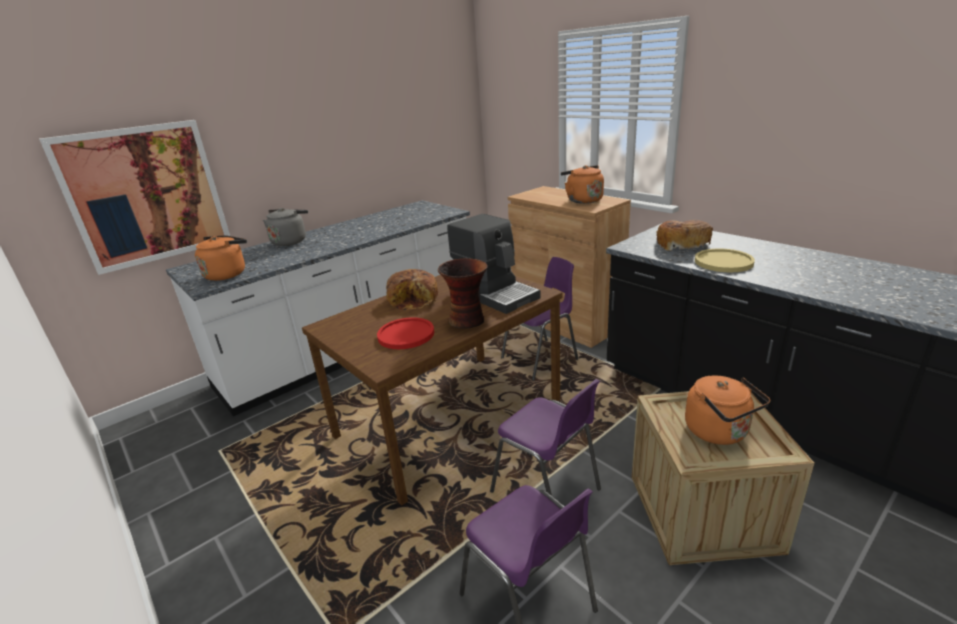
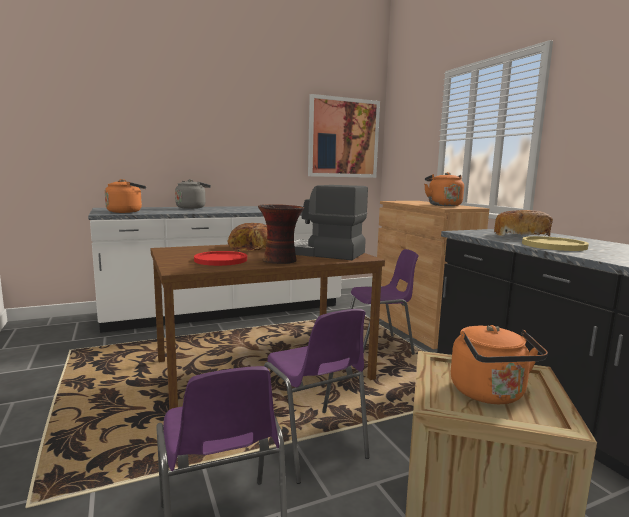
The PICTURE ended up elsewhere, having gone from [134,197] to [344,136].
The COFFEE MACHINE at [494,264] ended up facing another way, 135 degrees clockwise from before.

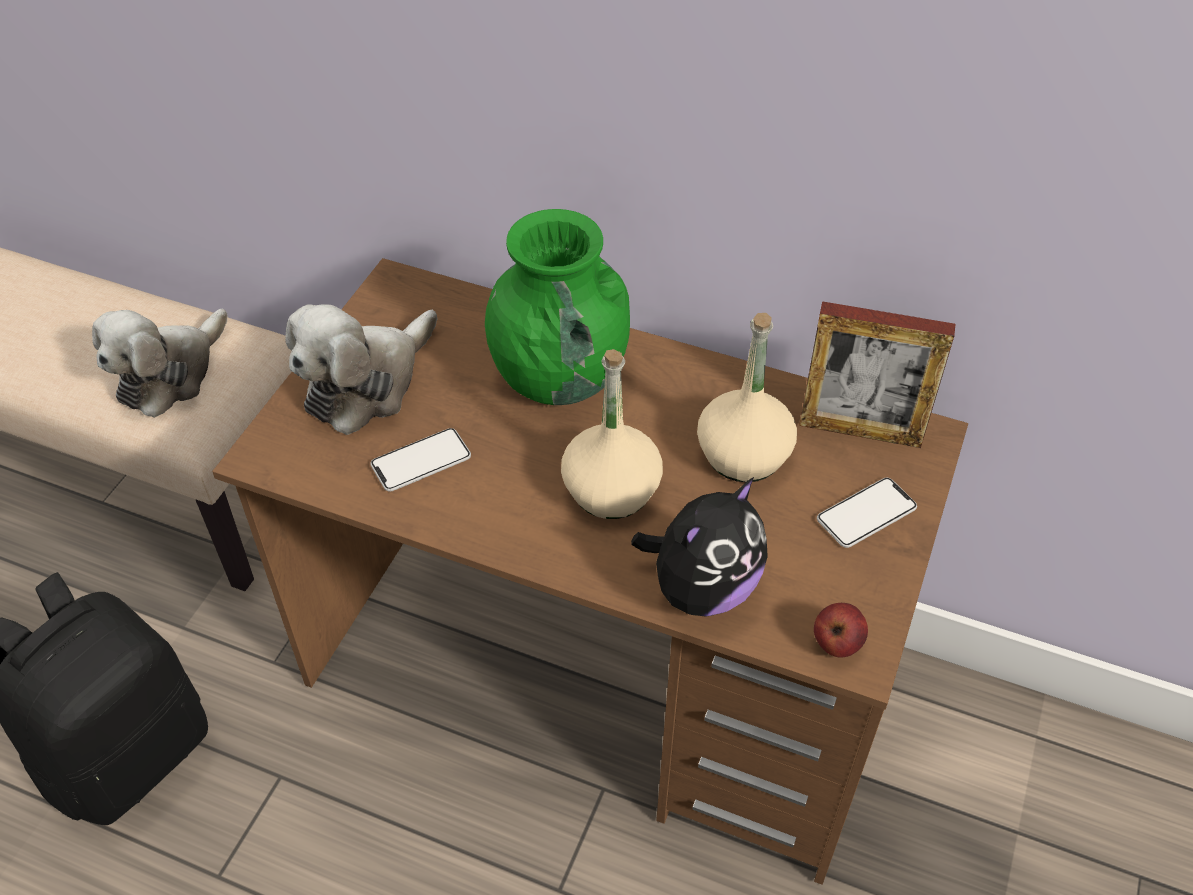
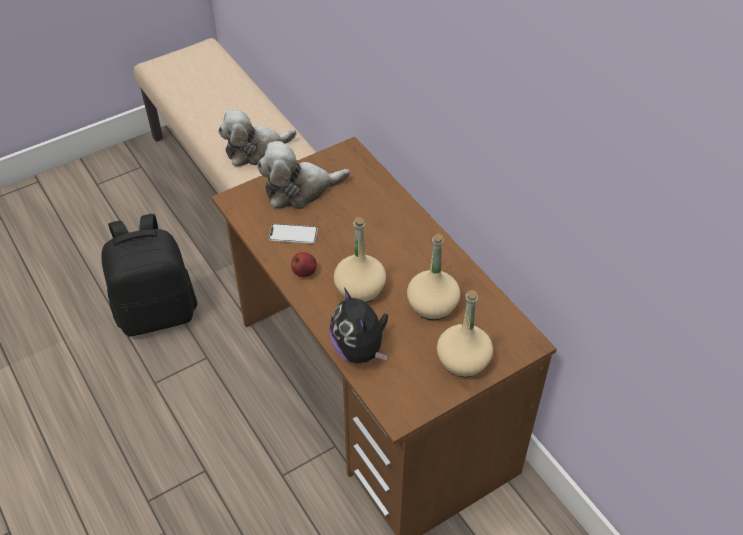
The second view lost the GREEN VASE at [557,307].
The PLUSH TOY at [699,547] ended up facing another way, 75 degrees clockwise from before.
The second view lost the PICTURE FRAME at [877,374].
The APPLE ended up elsewhere, having gone from [841,630] to [304,264].
Where the PHONE stood at [867,513], the BEIGE BOTTLE came to stand at [465,333].

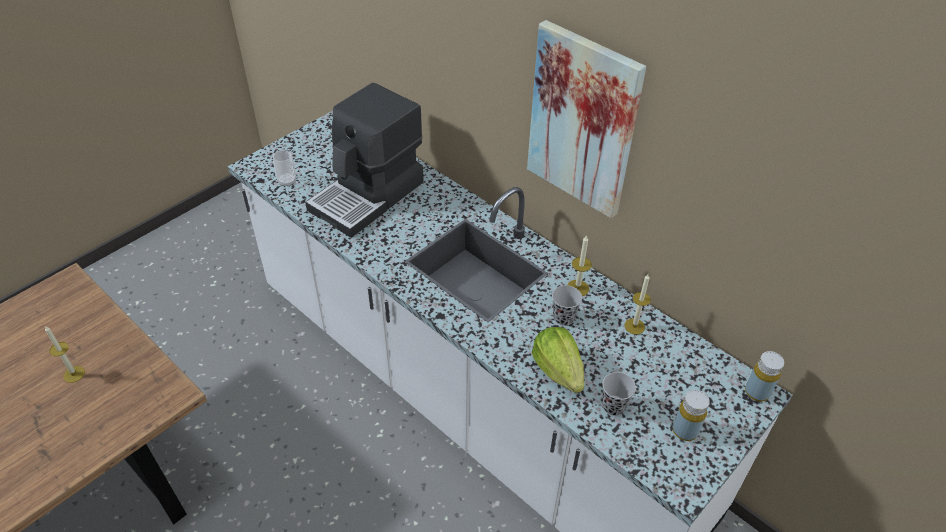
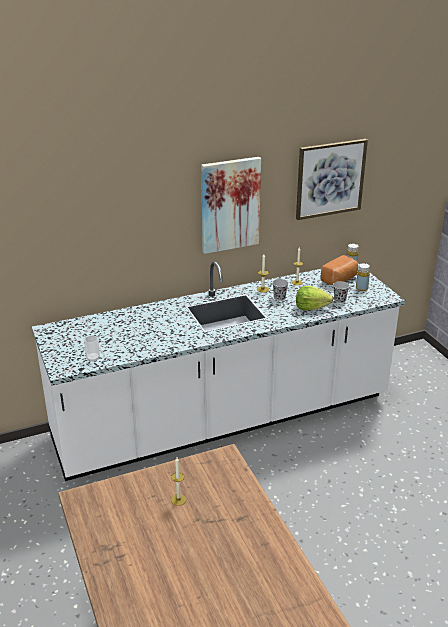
The second view lost the COFFEE MACHINE at [364,160].
The second view gained the PICTURE at [332,179].
The second view gained the BREAD at [339,270].

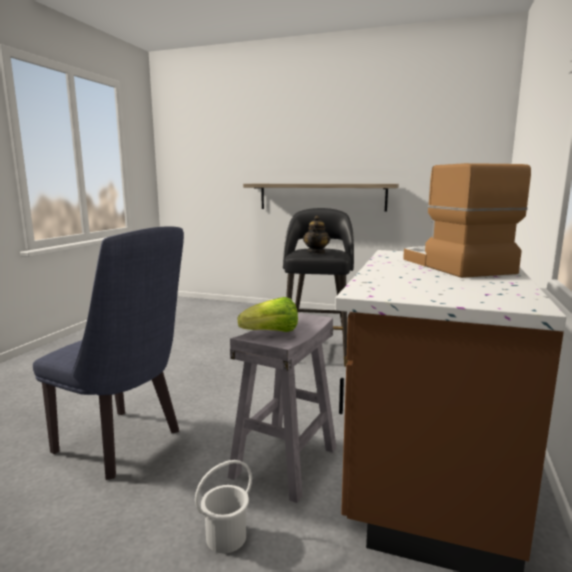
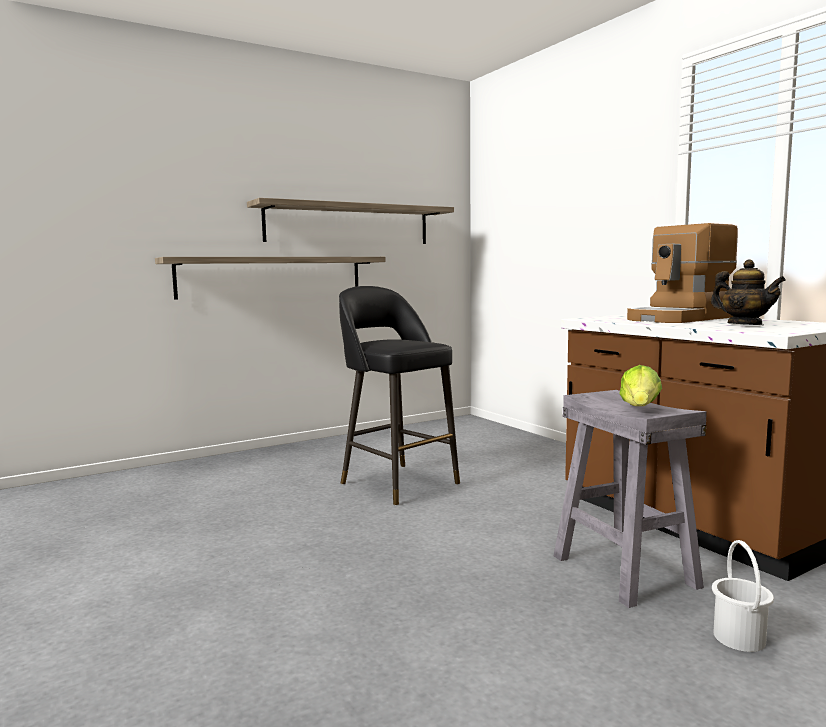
The second view lost the BLUE CHAIR at [108,353].
The TEAPOT ended up elsewhere, having gone from [316,235] to [748,292].
The COFFEE MACHINE at [467,220] ended up facing another way, 60 degrees counterclockwise from before.
The second view gained the SHELF at [350,221].

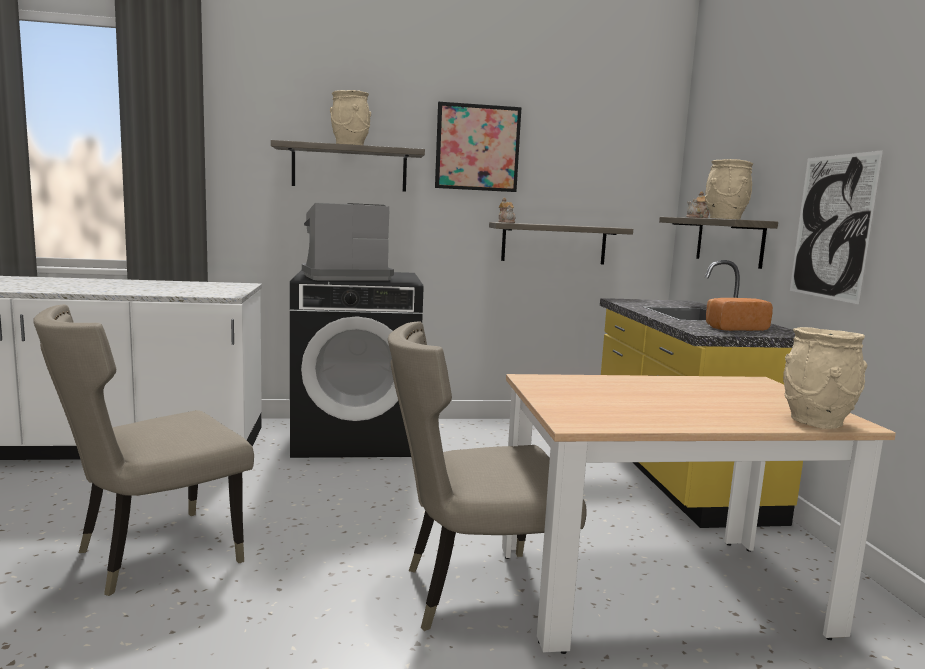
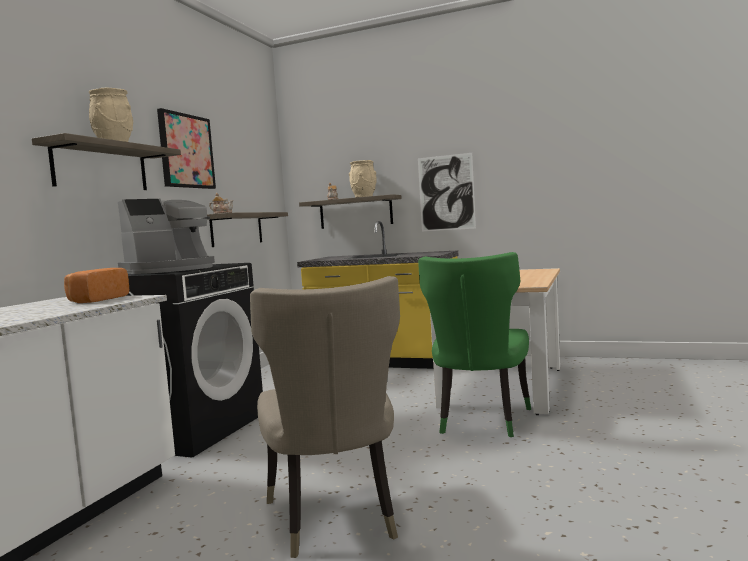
The COFFEE MACHINE at [348,242] ended up facing another way, 135 degrees counterclockwise from before.
What was the BEIGE CHAIR at [487,476] turned into the GREEN CHAIR at [474,344].
The BREAD ended up elsewhere, having gone from [739,314] to [96,285].
The second view lost the BEIGE VASE at [825,378].

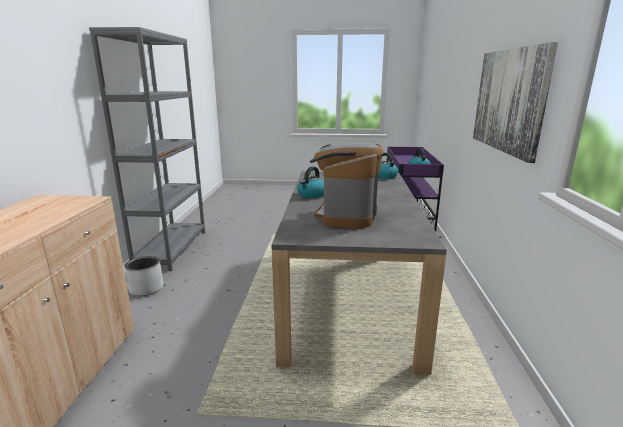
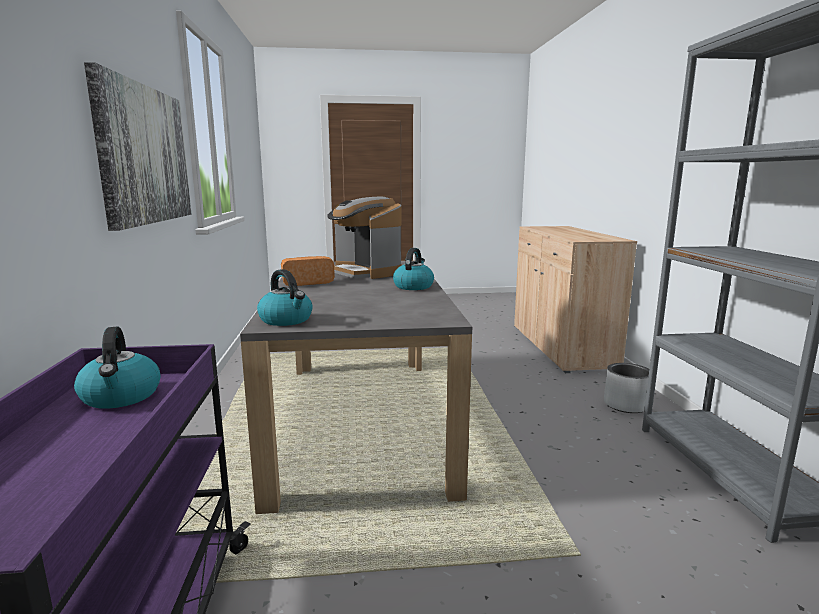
The COFFEE MACHINE at [347,186] ended up facing another way, 135 degrees clockwise from before.
The second view gained the BREAD at [308,271].

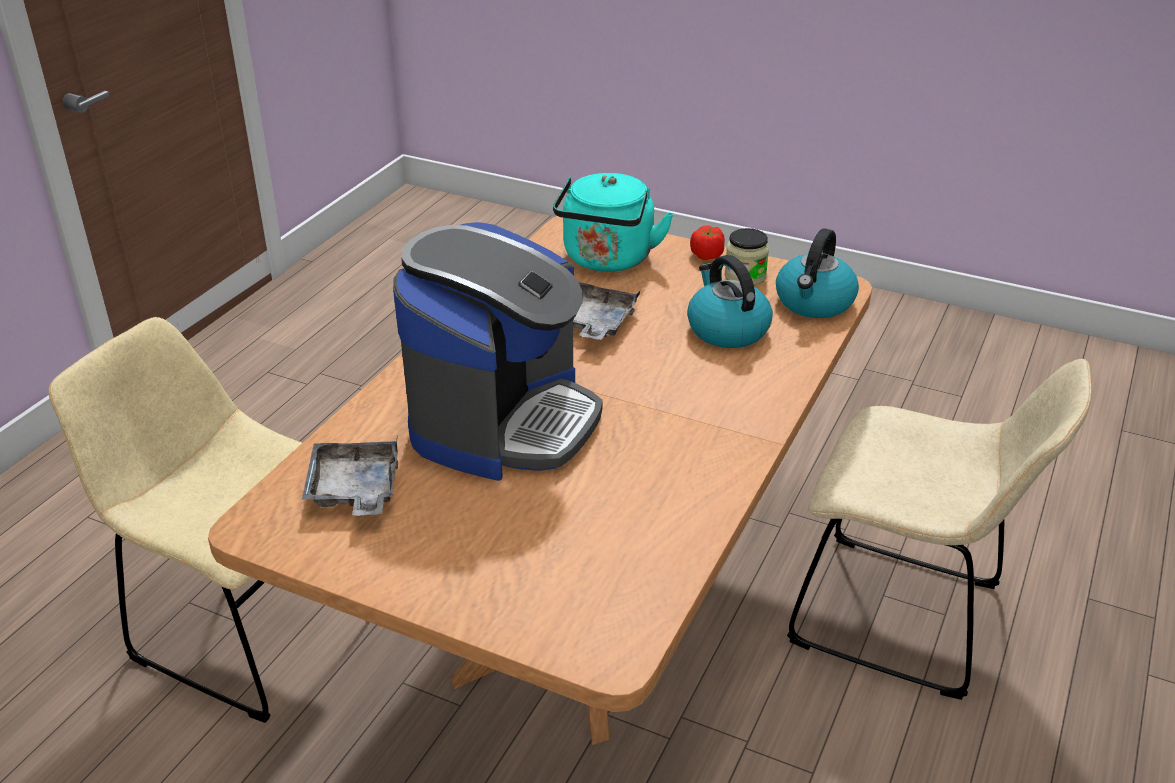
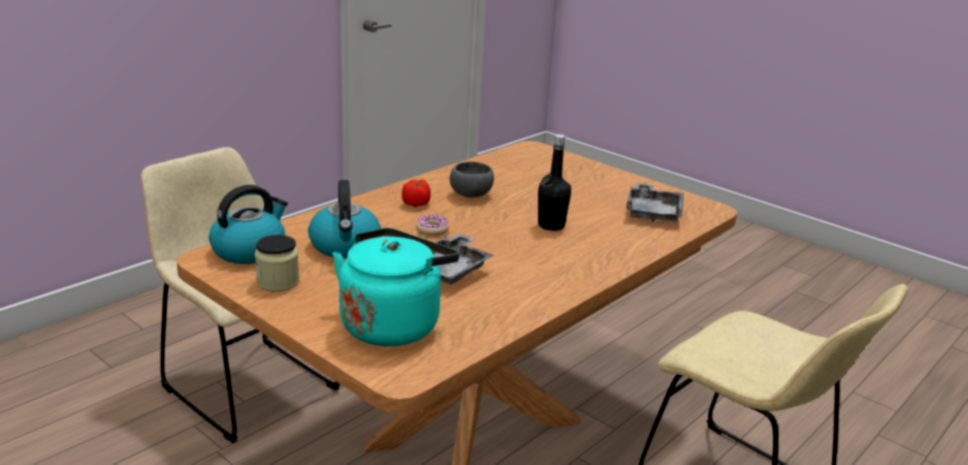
Where the COFFEE MACHINE stood at [498,351], the BLACK BOTTLE came to stand at [554,182].
The TOMATO ended up elsewhere, having gone from [707,242] to [416,193].
The second view gained the DONUT at [432,225].
The second view gained the GREY BOWL at [472,179].

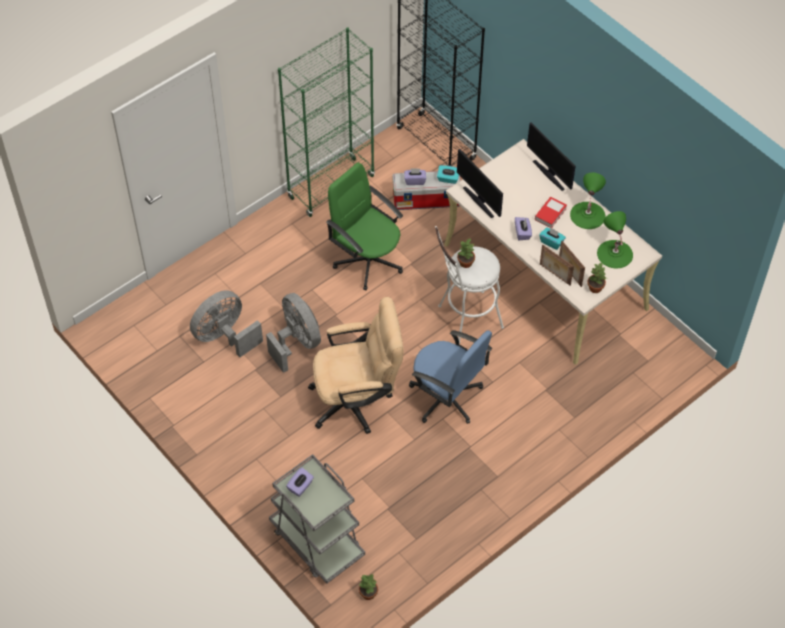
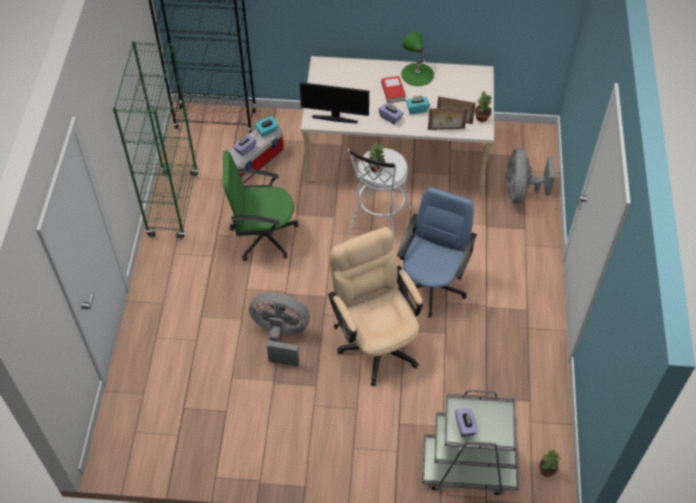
The GREY FAN ended up elsewhere, having gone from [226,323] to [530,176].
The BEIGE OFFICE CHAIR at [356,365] ended up facing another way, 60 degrees counterclockwise from before.
The BLUE OFFICE CHAIR at [450,377] ended up facing another way, 60 degrees counterclockwise from before.
The second view lost the MONITOR at [551,157].
The second view lost the GREEN TABLE LAMP at [615,239].

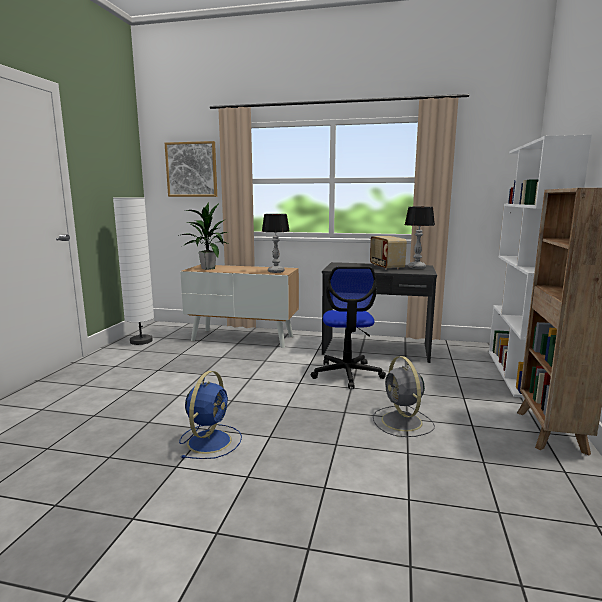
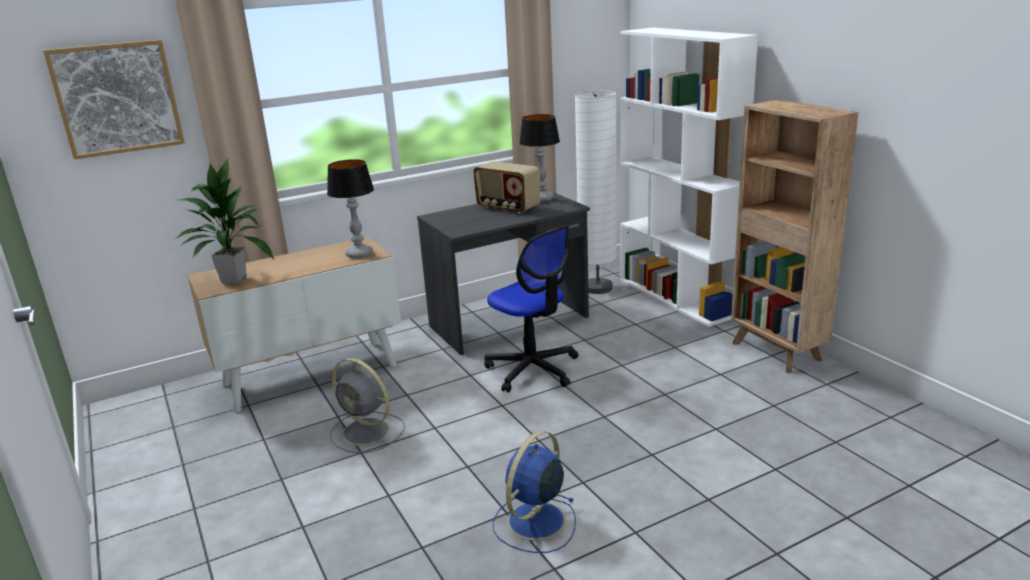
The WHITE FLOOR LAMP ended up elsewhere, having gone from [133,271] to [596,192].
The BLUE FAN at [210,415] ended up facing another way, 120 degrees counterclockwise from before.
The GREY FAN ended up elsewhere, having gone from [404,396] to [367,405].

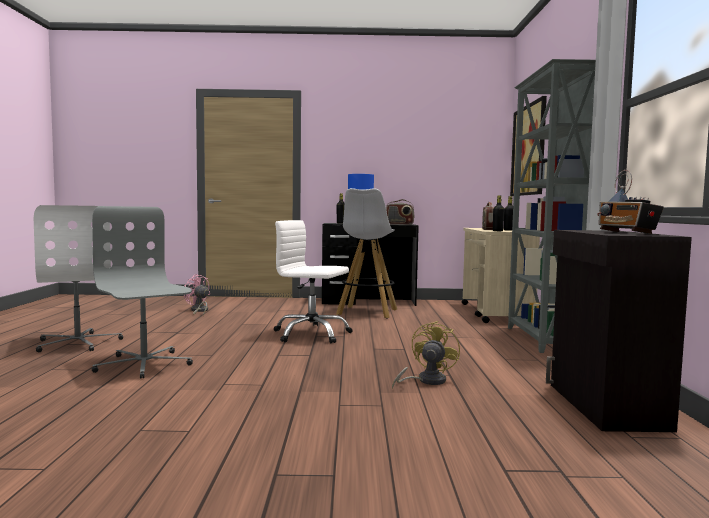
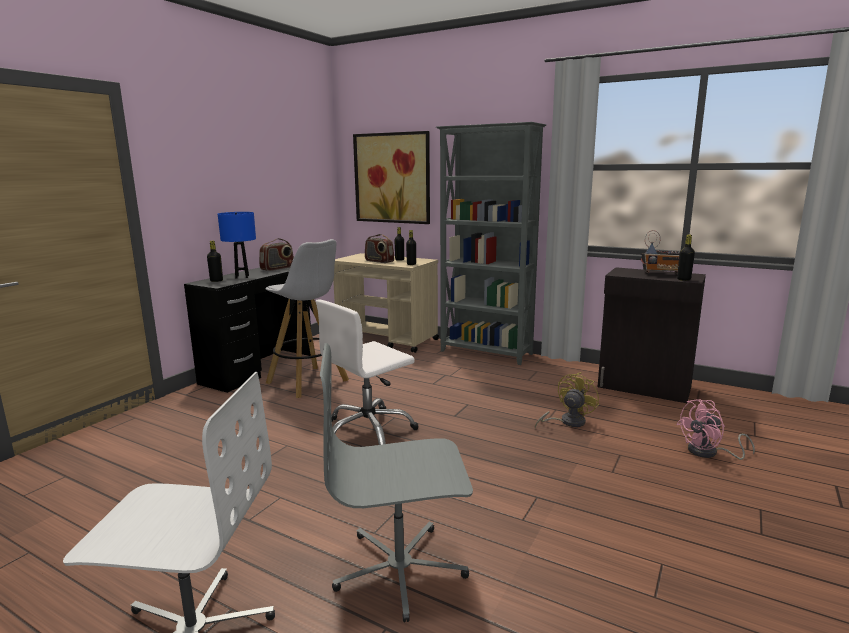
The PINK FAN ended up elsewhere, having gone from [197,295] to [715,429].
The YELLOW FAN at [426,355] ended up facing another way, 75 degrees clockwise from before.
The second view gained the BLACK BOTTLE at [686,258].

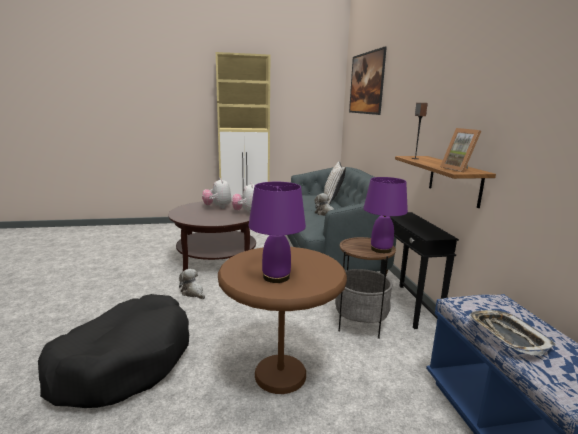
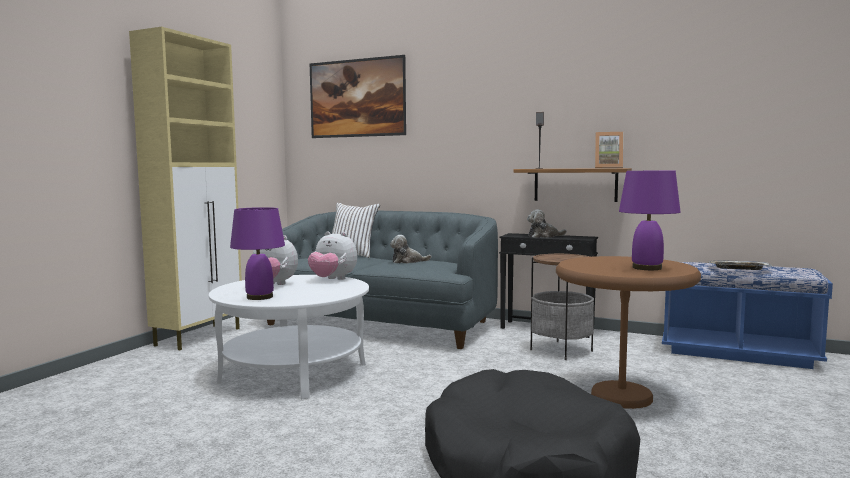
What was the BROWN COFFEE TABLE at [212,236] turned into the WHITE COFFEE TABLE at [289,337].
The PLUSH TOY ended up elsewhere, having gone from [192,284] to [547,223].
The PURPLE TABLE LAMP ended up elsewhere, having gone from [385,215] to [257,253].

